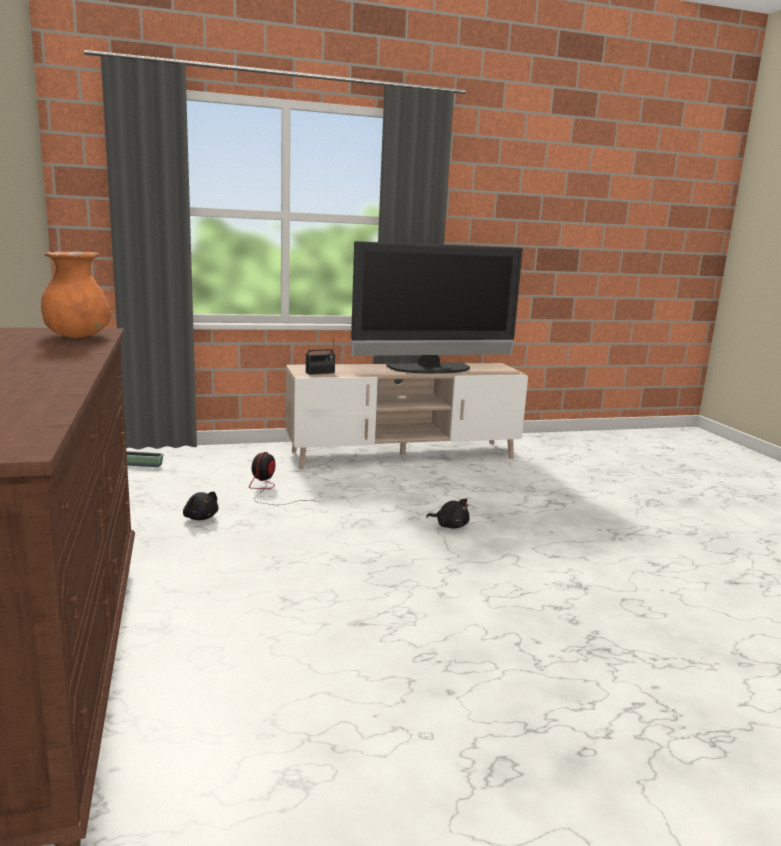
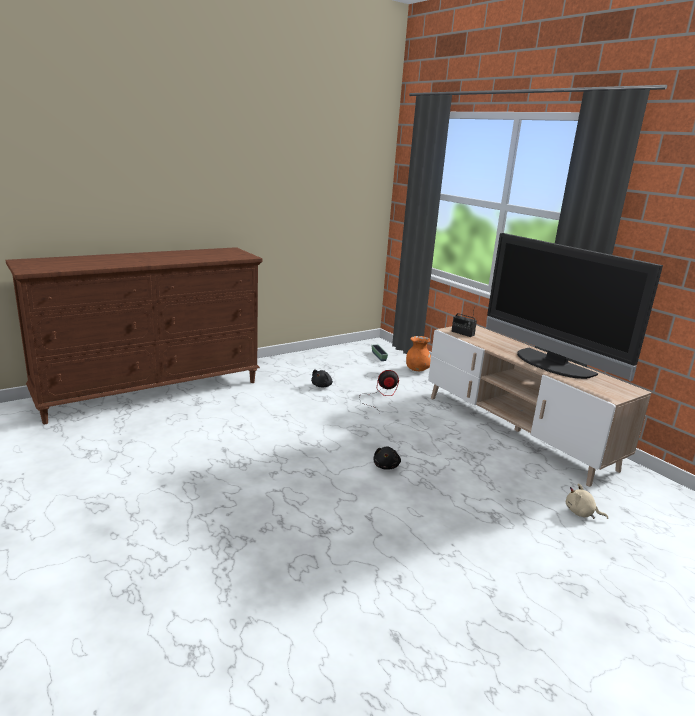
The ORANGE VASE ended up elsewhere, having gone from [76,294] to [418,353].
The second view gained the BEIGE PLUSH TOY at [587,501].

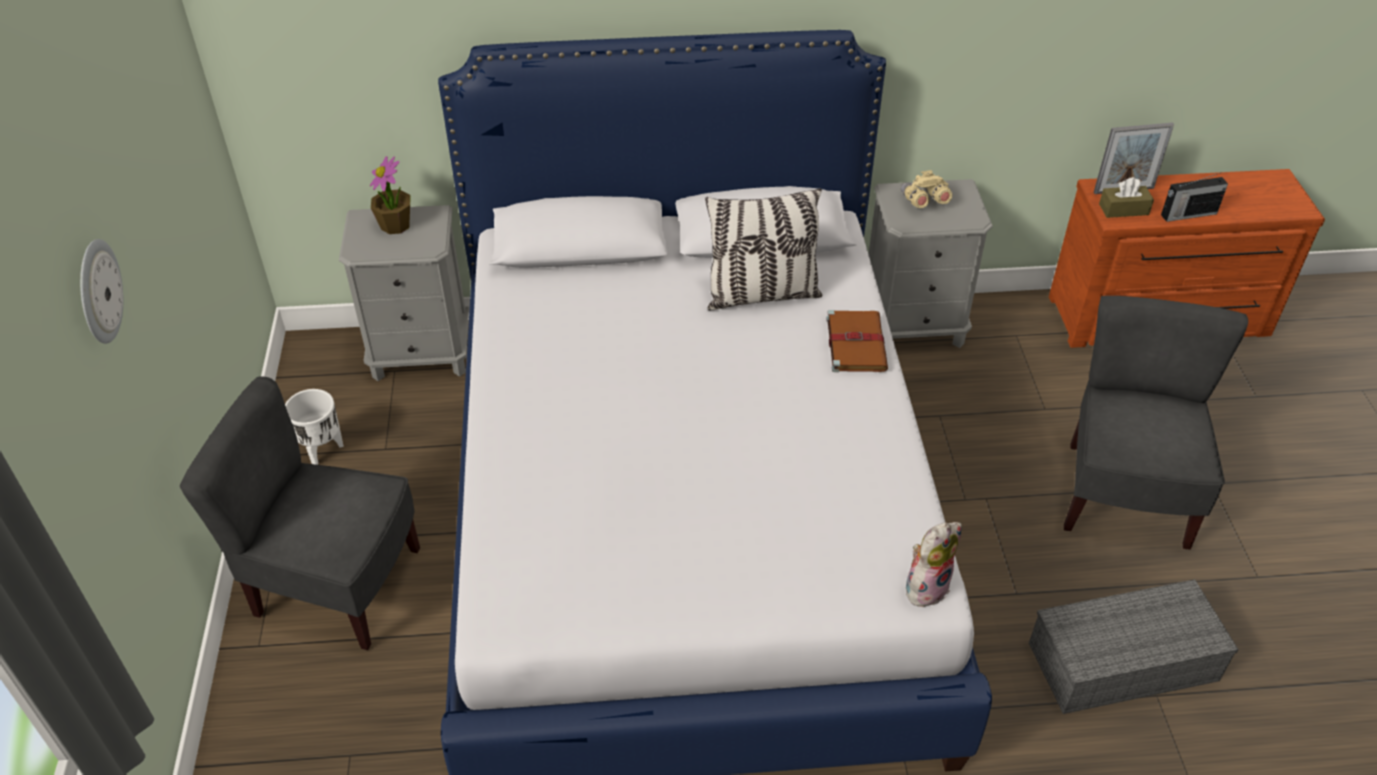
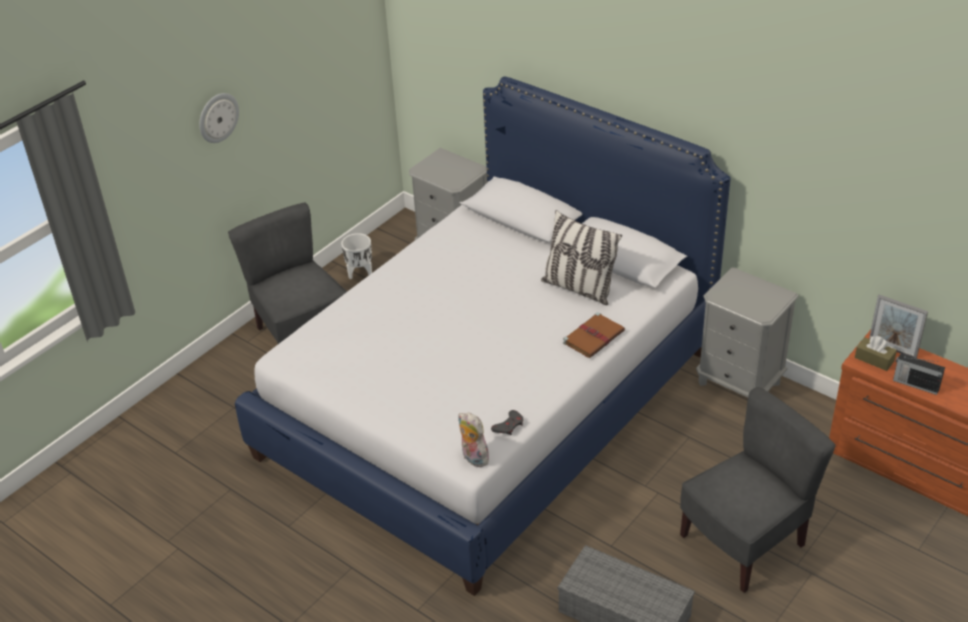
The second view lost the POTTED PLANT at [390,195].
The second view lost the BEIGE BINOCULARS at [926,189].
The PLUSH TOY at [934,564] ended up facing another way, 135 degrees counterclockwise from before.
The second view gained the GREY GAME CONTROLLER at [507,422].

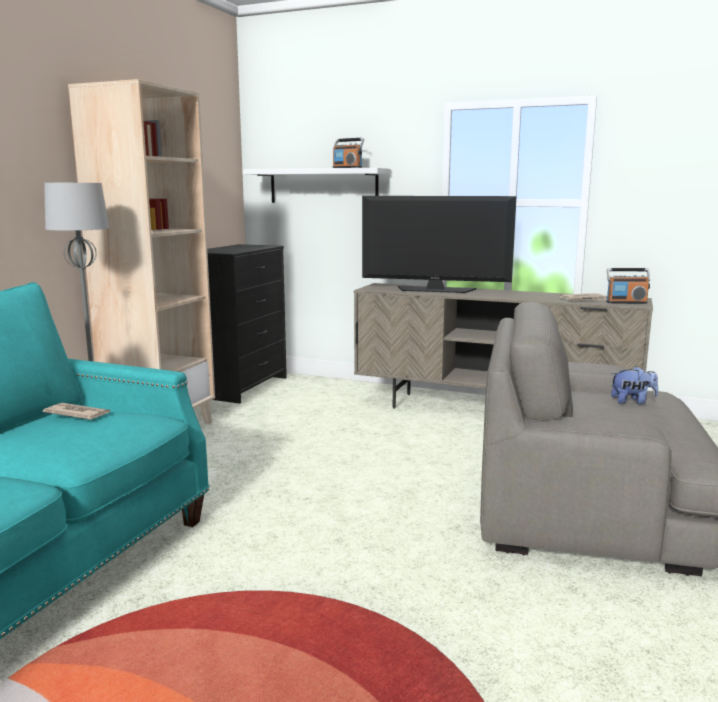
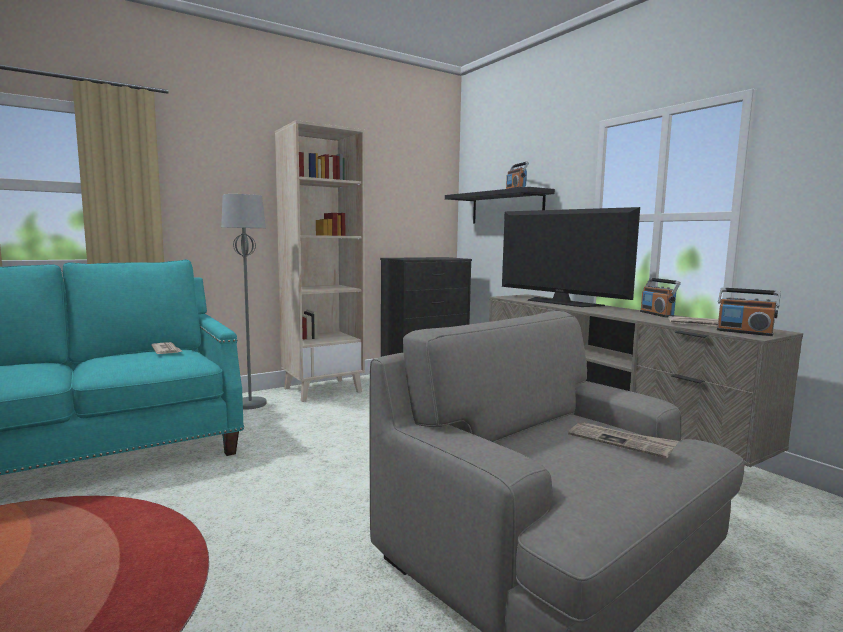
What was the WHITE SHELF at [317,185] turned into the BLACK SHELF at [500,205].
Where the PLUSH TOY stood at [634,385], the NEWSPAPER came to stand at [623,440].
The second view gained the RADIO at [660,297].

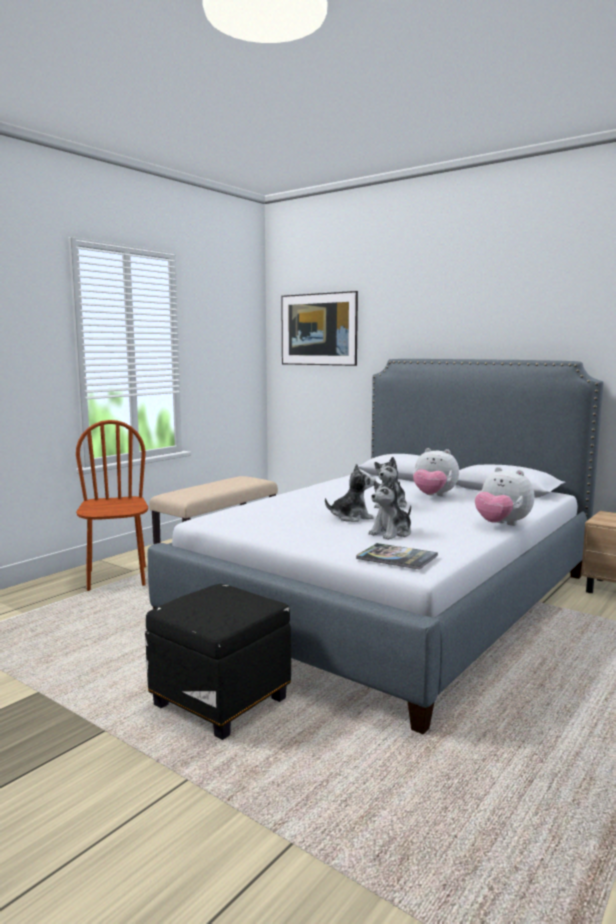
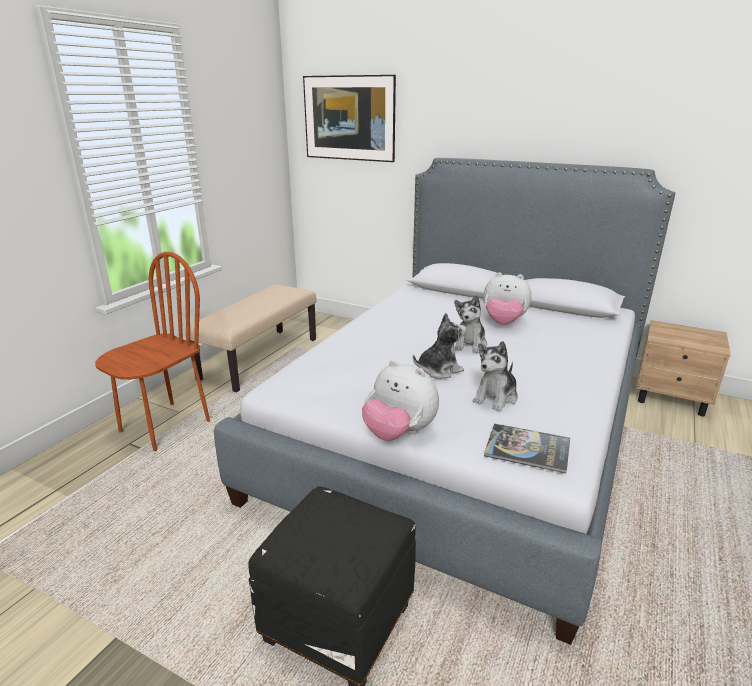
The BROWN CHAIR at [112,505] ended up facing another way, 60 degrees clockwise from before.
The PLUSH TOY ended up elsewhere, having gone from [504,496] to [400,400].

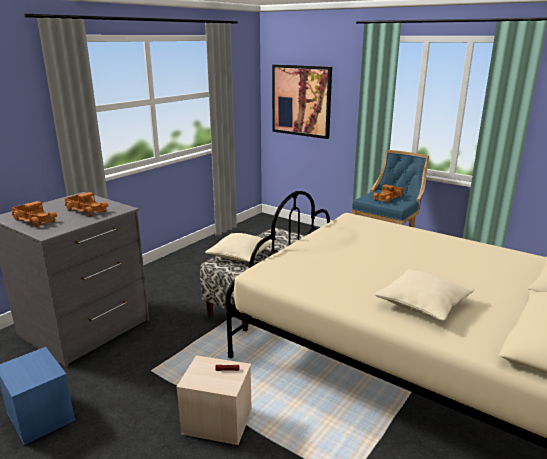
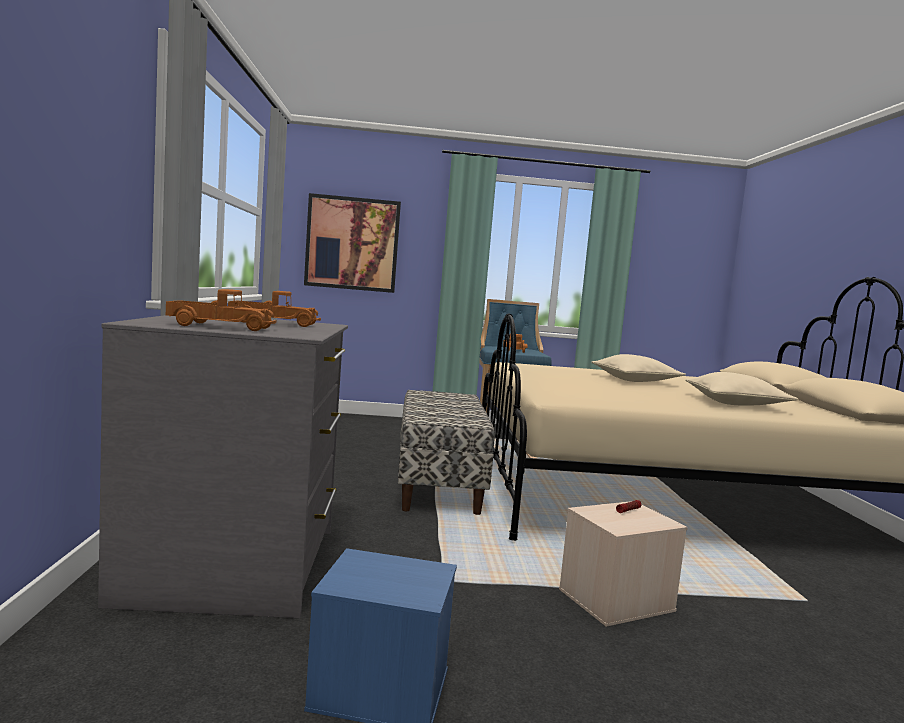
The BEIGE PILLOW ended up elsewhere, having gone from [238,247] to [638,368].

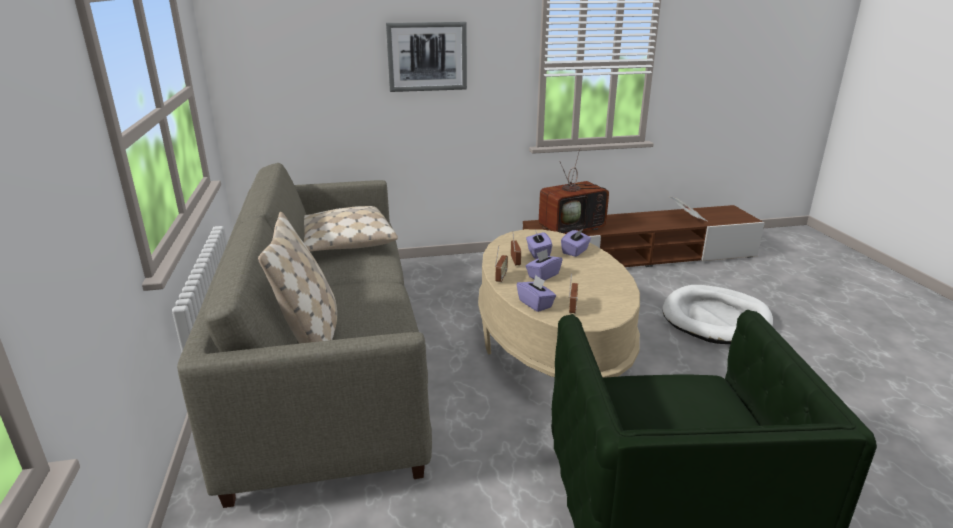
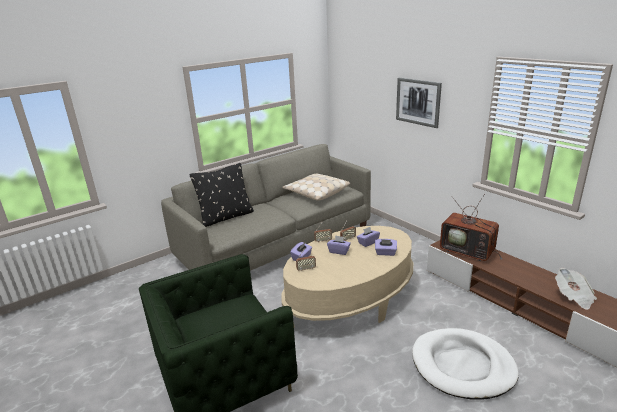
What was the BEIGE PILLOW at [297,277] turned into the BLACK PILLOW at [222,195].

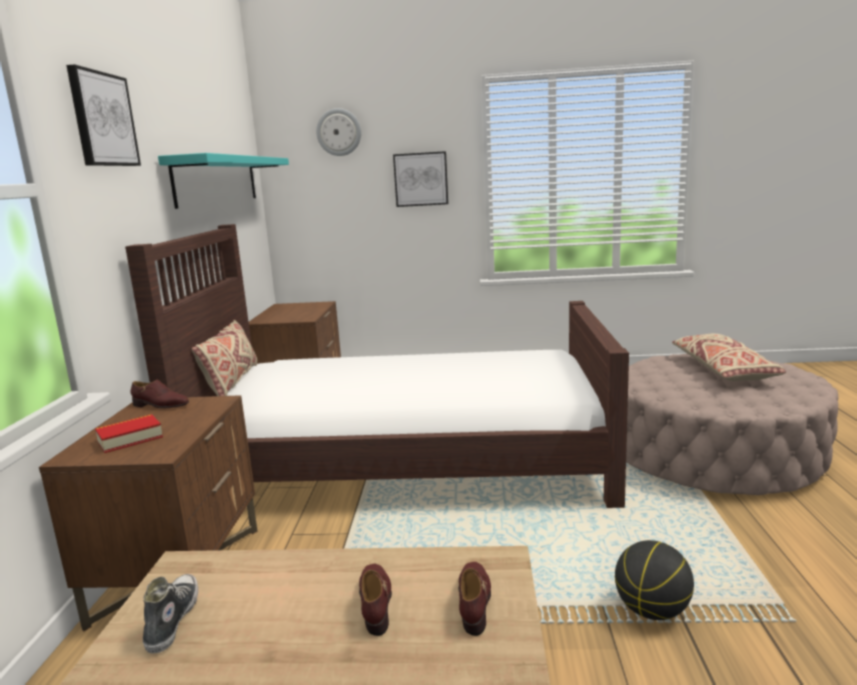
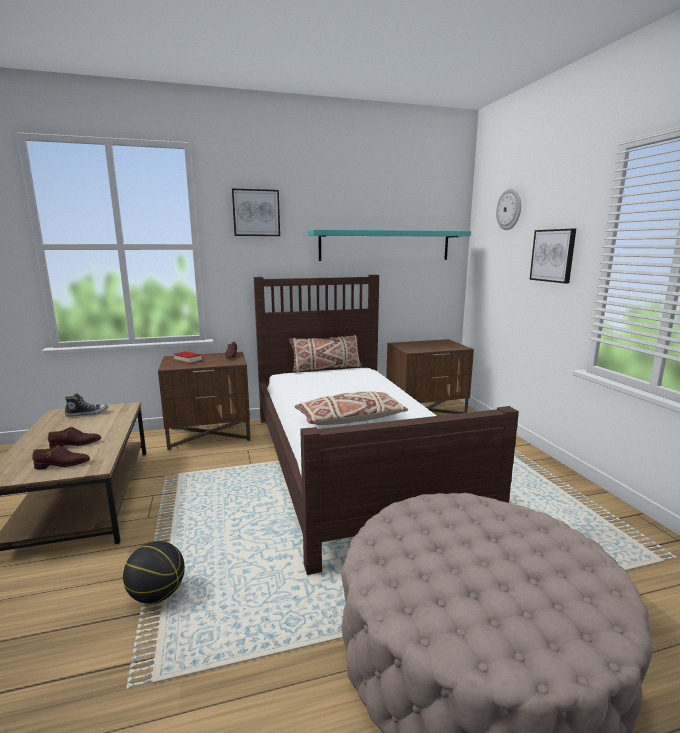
The BEIGE PILLOW ended up elsewhere, having gone from [729,357] to [351,408].

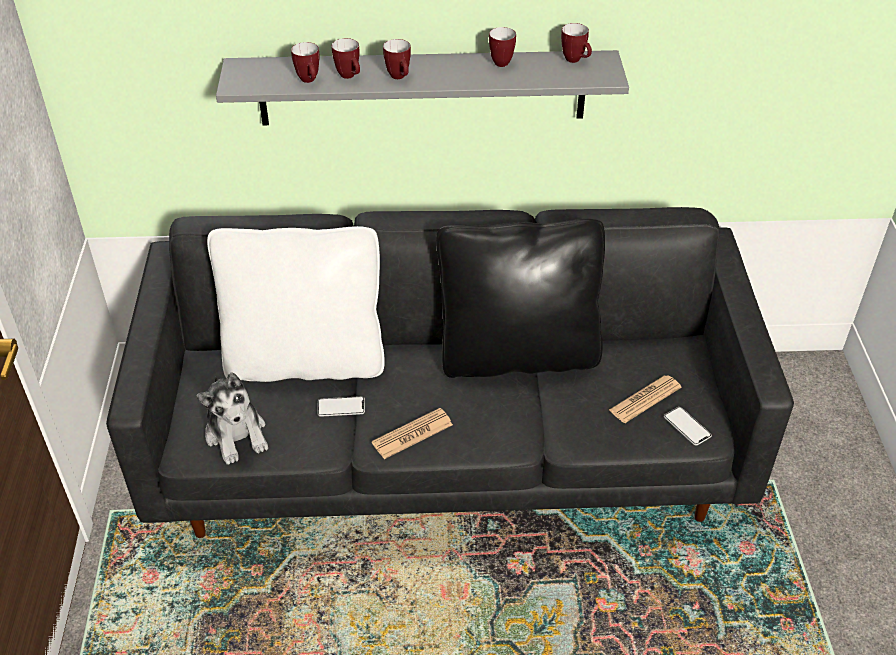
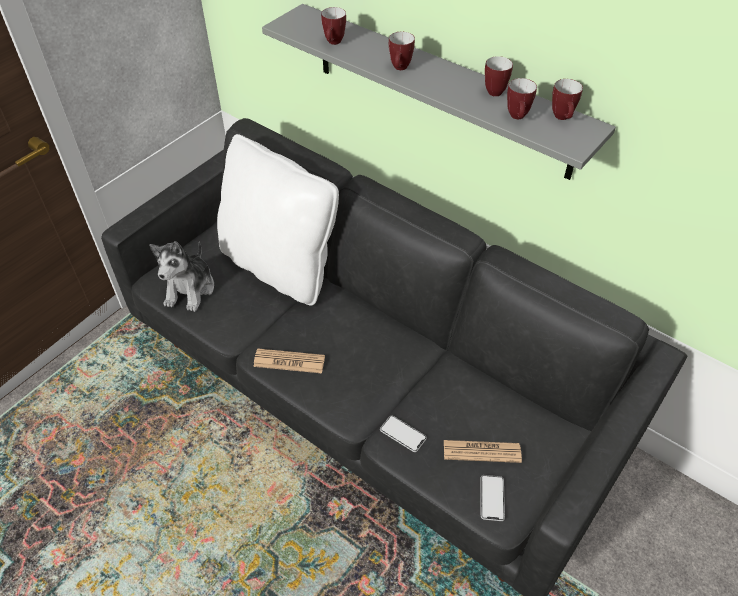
The PHONE ended up elsewhere, having gone from [341,406] to [403,433].
The MUG ended up elsewhere, having gone from [346,58] to [522,98].
The second view lost the BLACK PILLOW at [520,298].

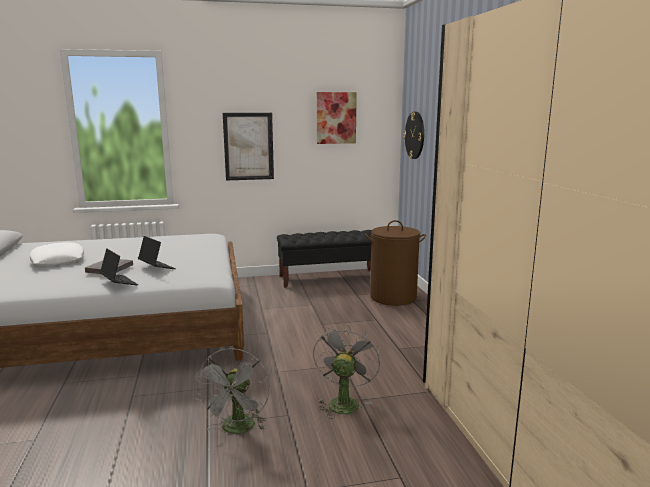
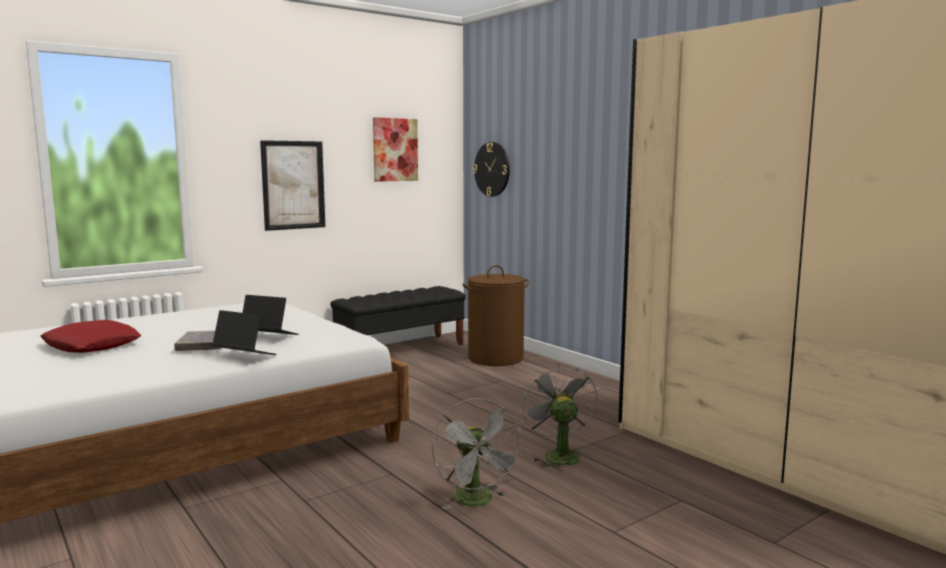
What was the WHITE PILLOW at [57,253] turned into the RED PILLOW at [91,336].

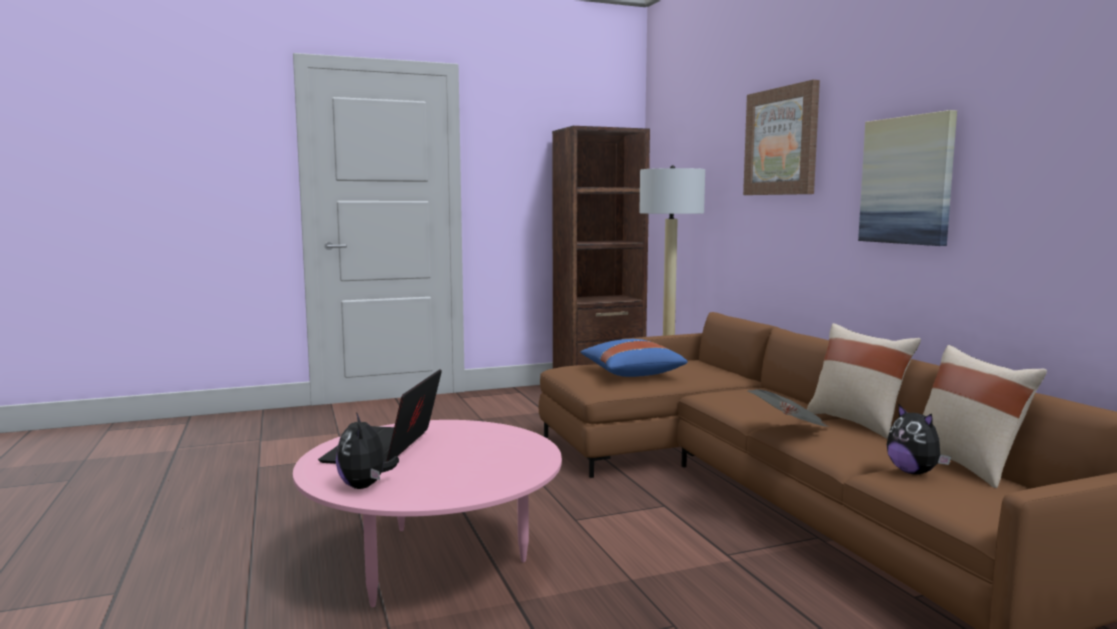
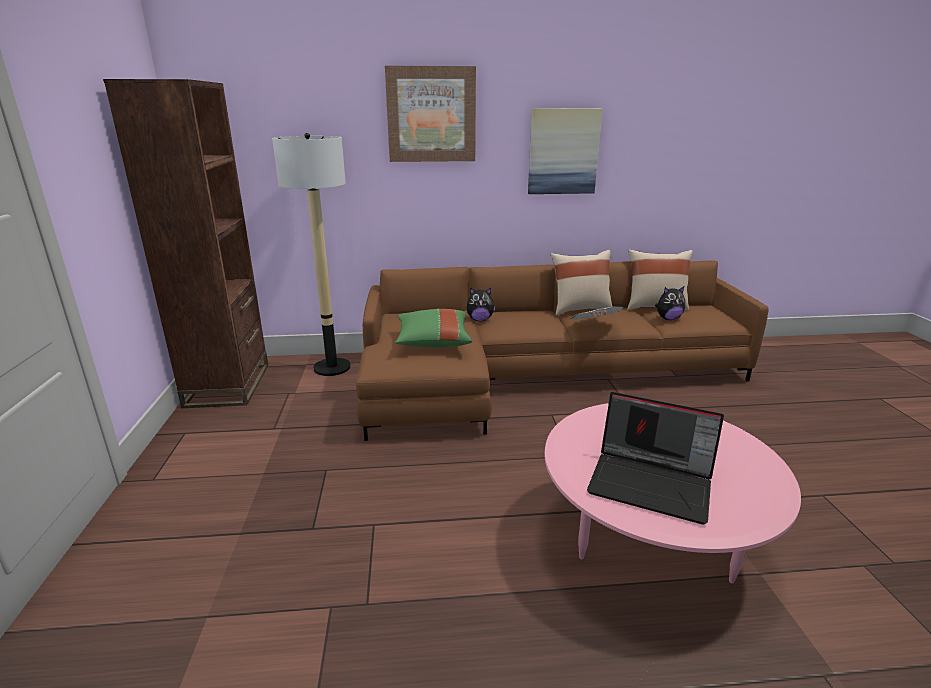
The PLUSH TOY ended up elsewhere, having gone from [367,450] to [481,304].
What was the BLUE PILLOW at [634,358] turned into the GREEN PILLOW at [433,328].

